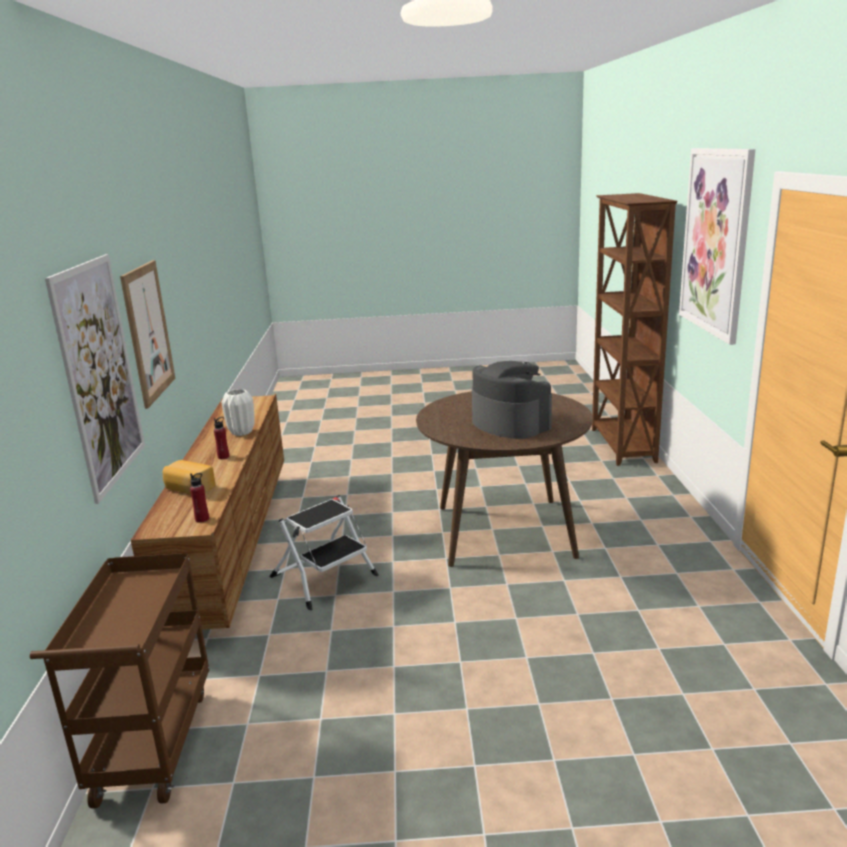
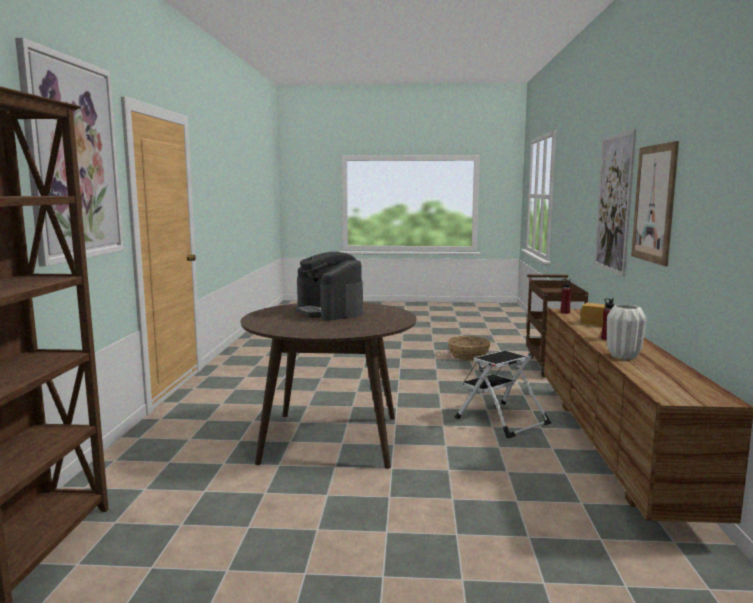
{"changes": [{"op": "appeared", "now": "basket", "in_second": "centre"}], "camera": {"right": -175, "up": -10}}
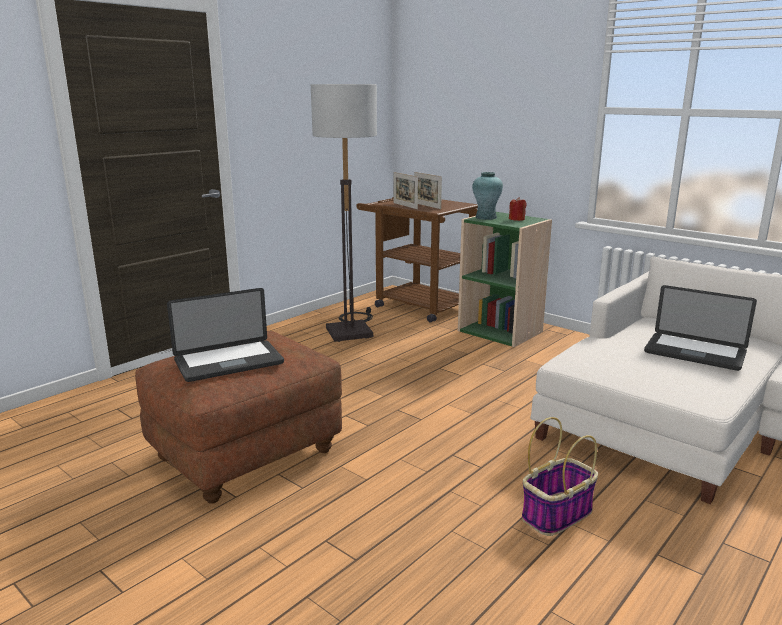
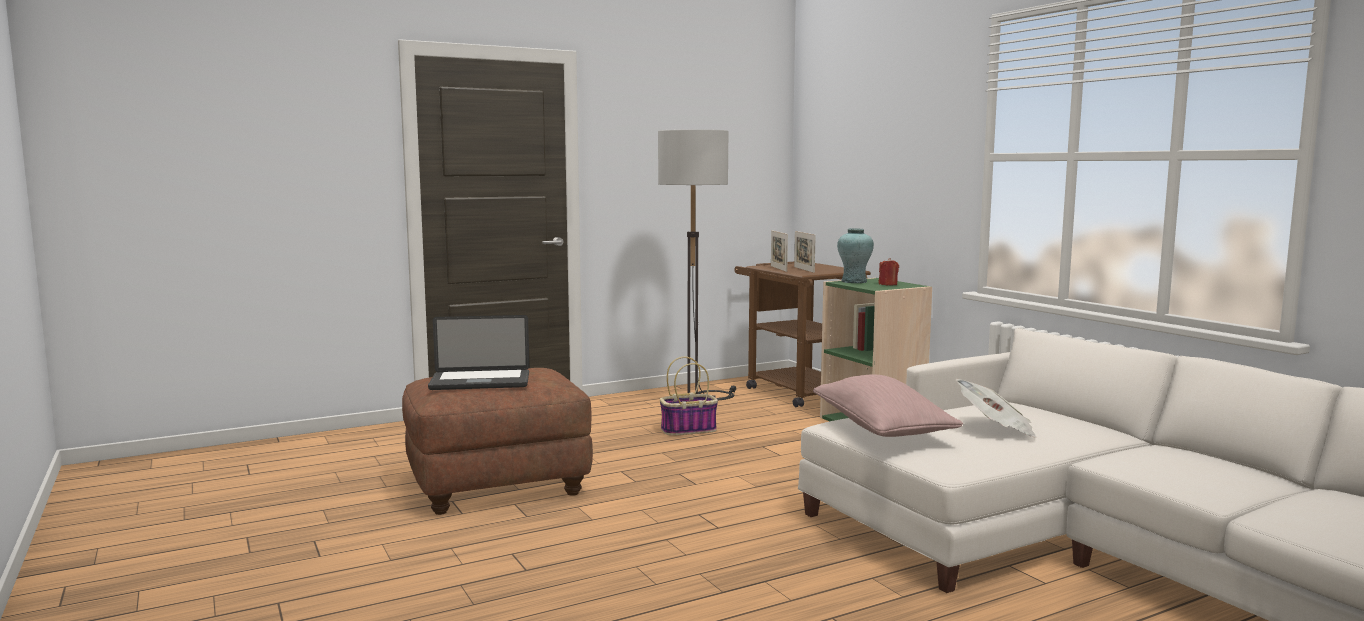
{"changes": [{"op": "relocated", "was": "basket", "in_first": "bottom right", "in_second": "centre"}, {"op": "appeared", "now": "pillow (pink)", "in_second": "centre"}, {"op": "exchanged", "was": "laptop (no. 2 from left)", "now": "newspaper", "in_first": "middle right", "in_second": "middle right"}], "camera": {"right": 20, "up": -10}}
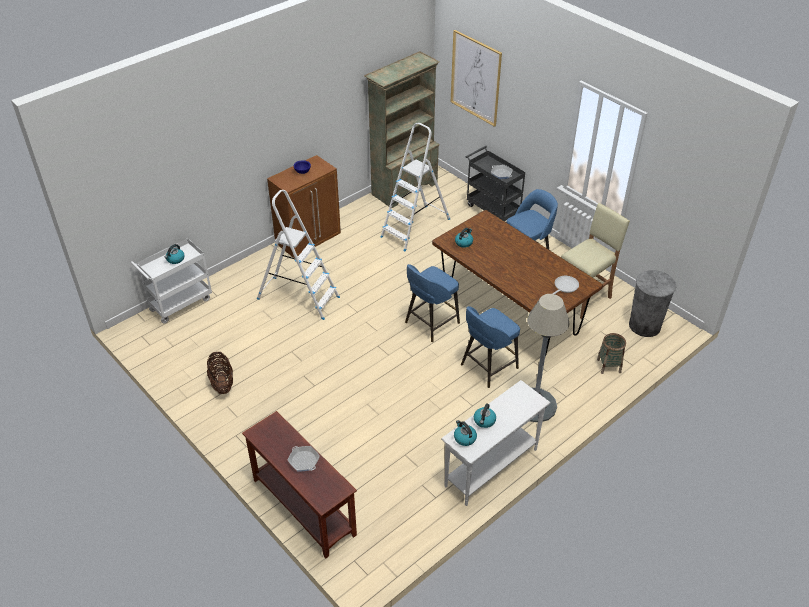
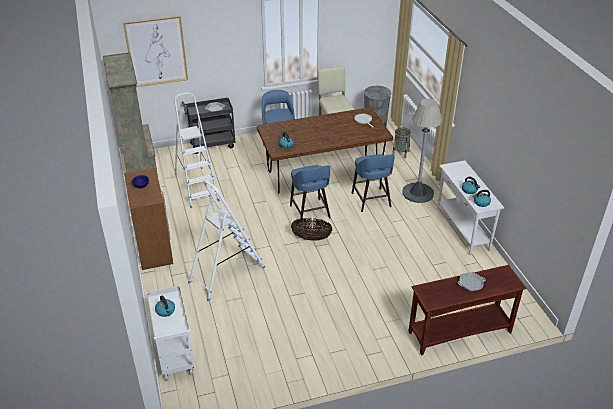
{"changes": [{"op": "relocated", "was": "basket (no. 1 from left)", "in_first": "middle left", "in_second": "centre"}], "camera": {"right": -65, "up": -5}}
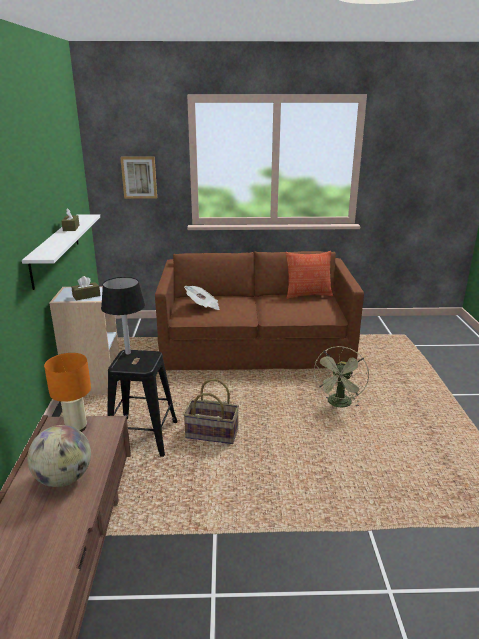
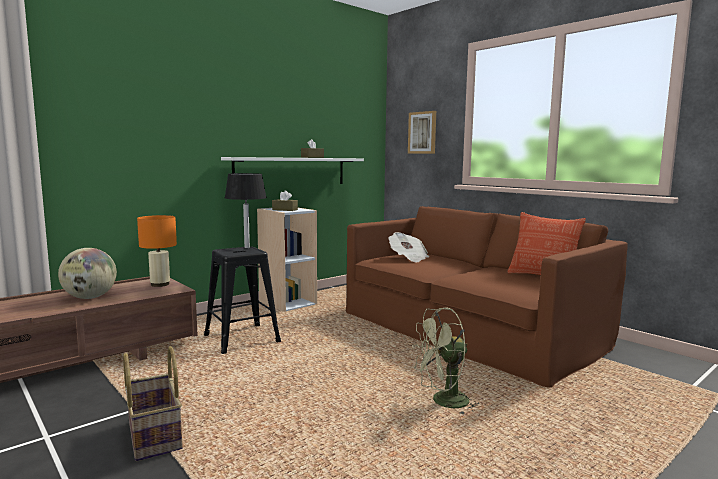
{"changes": [{"op": "relocated", "was": "basket", "in_first": "centre", "in_second": "bottom left"}], "camera": {"right": 50, "up": -15}}
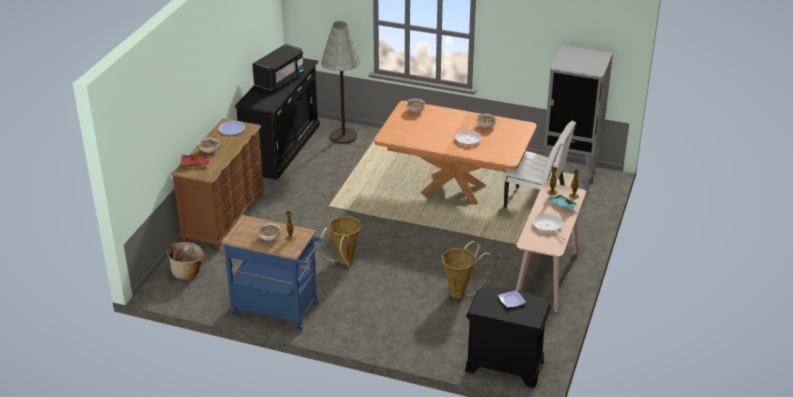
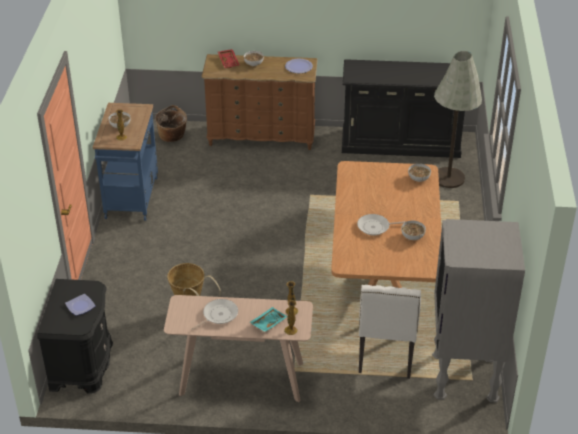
{"changes": [{"op": "missing", "was": "microwave (black)", "in_first": "top centre"}, {"op": "missing", "was": "basket (no. 2 from left)", "in_first": "centre"}], "camera": {"right": 75, "up": 5}}
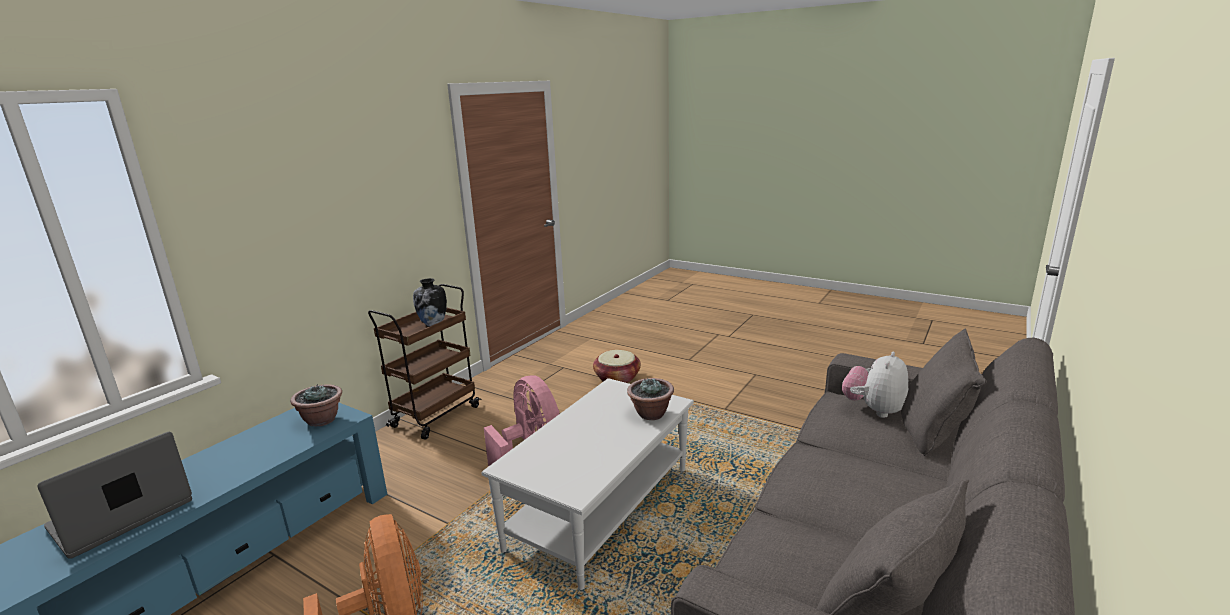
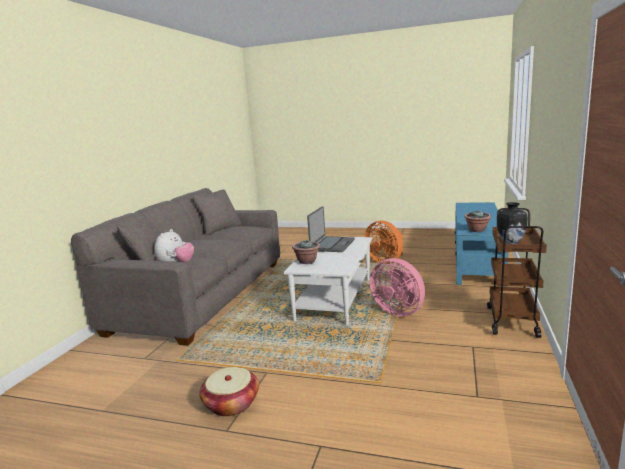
{"changes": [{"op": "relocated", "was": "basket", "in_first": "centre", "in_second": "bottom centre"}, {"op": "relocated", "was": "laptop", "in_first": "bottom left", "in_second": "centre"}], "camera": {"right": 165, "up": -5}}
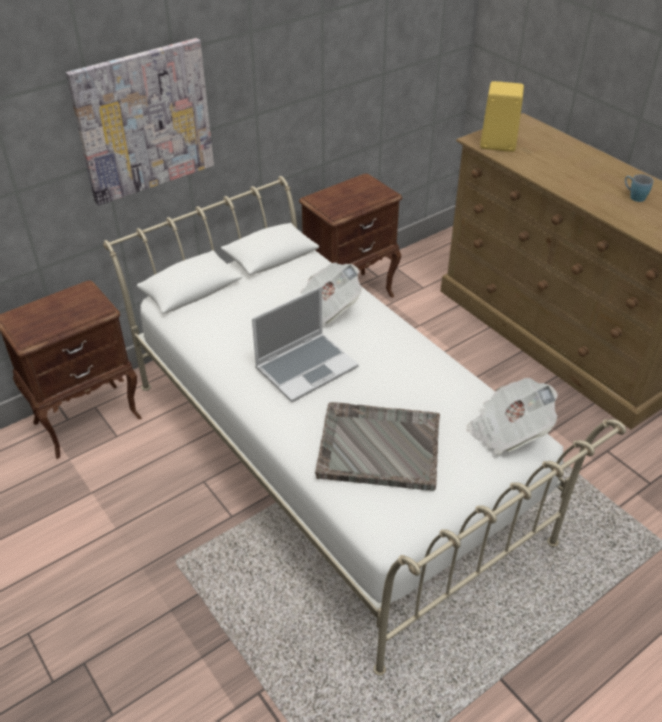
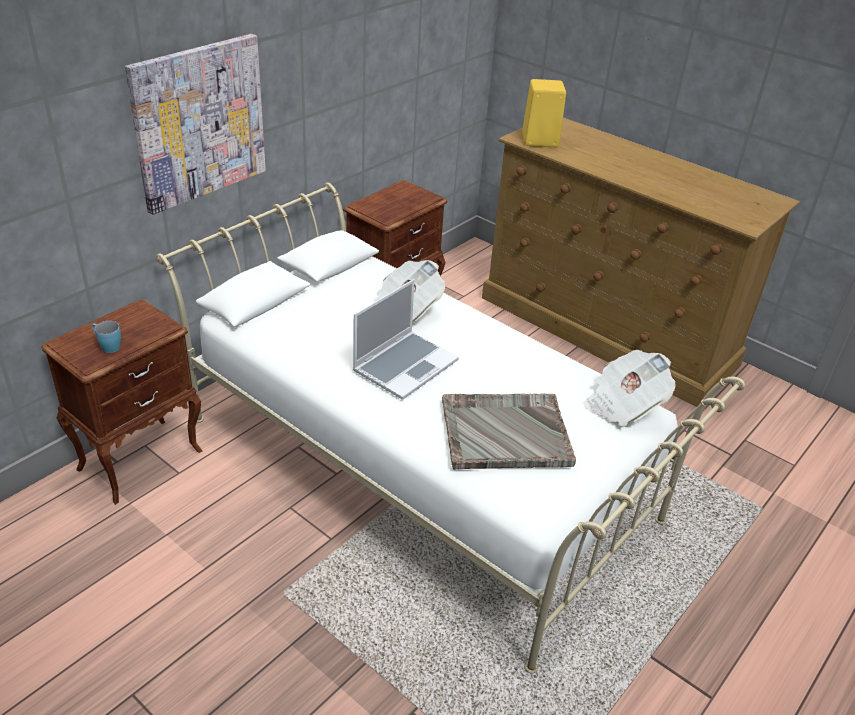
{"changes": [{"op": "relocated", "was": "mug (blue)", "in_first": "top right", "in_second": "middle left"}], "camera": {"right": -15, "up": -5}}
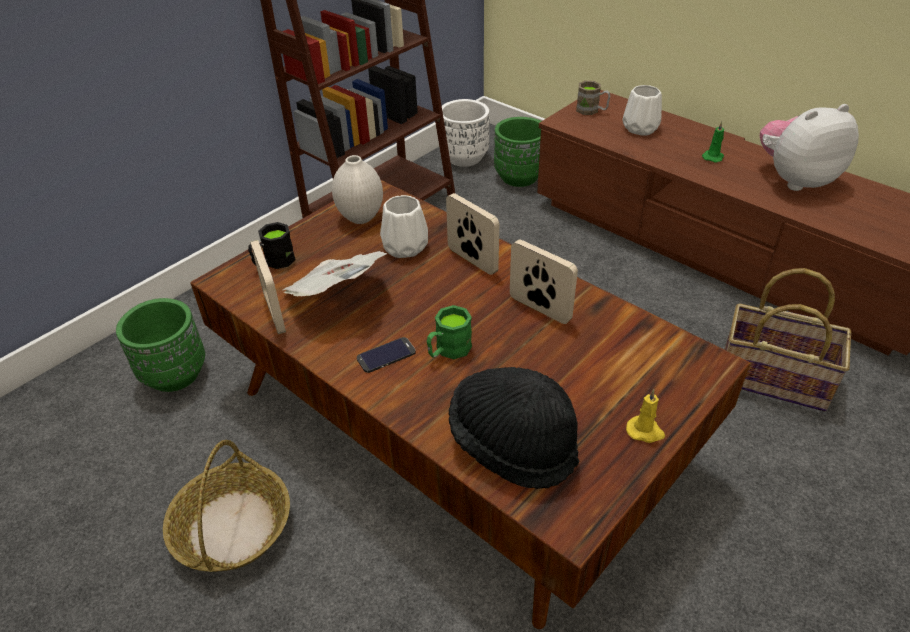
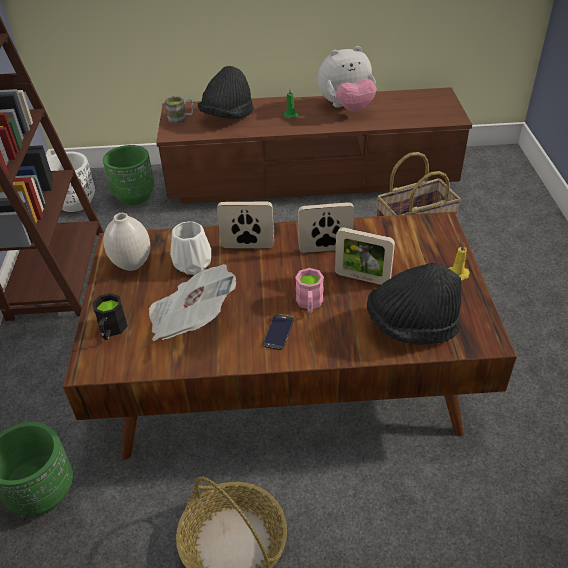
{"changes": [{"op": "exchanged", "was": "vase (white) (no. 3 from left)", "now": "hat (black) (no. 1 from left)", "in_first": "top right", "in_second": "top centre"}, {"op": "colour", "was": "mug (green)", "now": "mug (pink)", "in_first": "centre", "in_second": "centre"}, {"op": "spun", "was": "plush toy", "in_first": "top right", "in_second": "top centre", "clockwise": -135}, {"op": "relocated", "was": "picture frame (no. 1 from left in the first image)", "now": "picture frame (no. 3 from left)", "in_first": "middle left", "in_second": "centre"}], "camera": {"right": -45, "up": 0}}
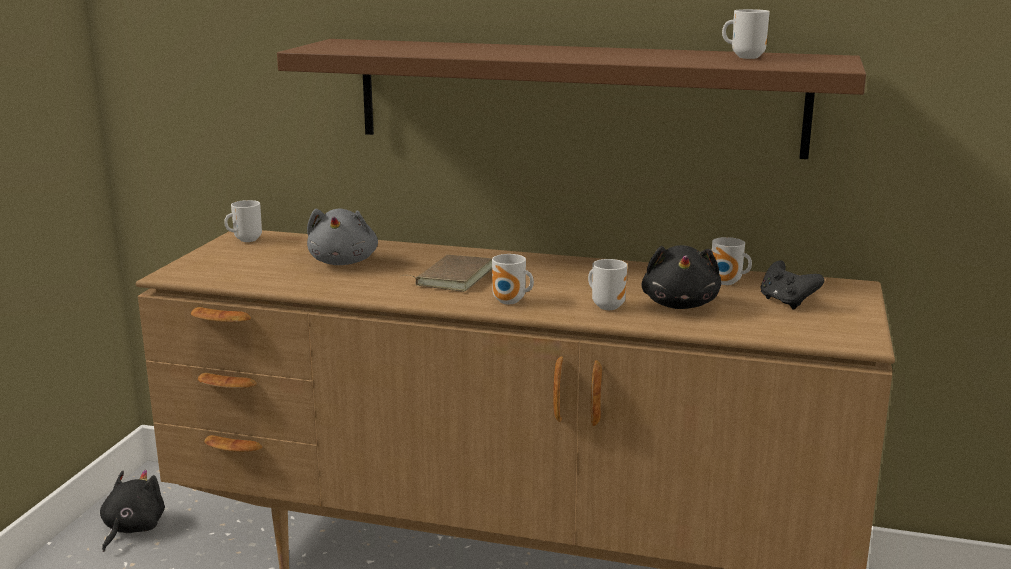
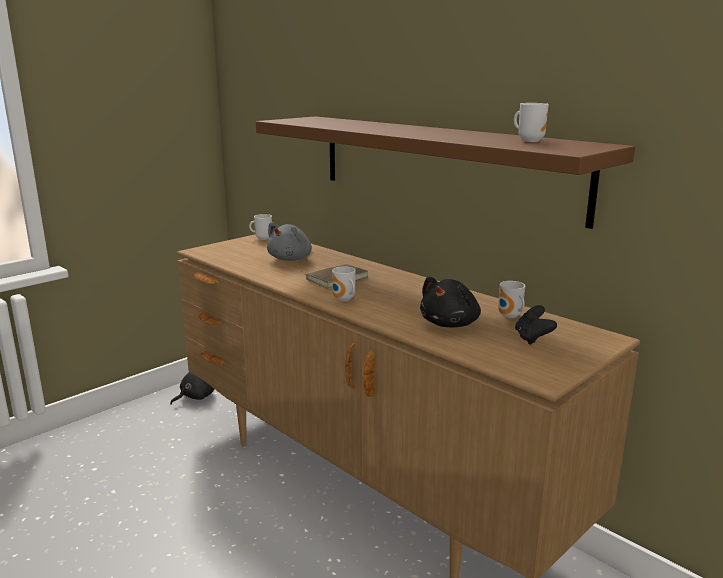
{"changes": [{"op": "missing", "was": "mug (no. 3 from left)", "in_first": "centre"}], "camera": {"right": 30, "up": 0}}
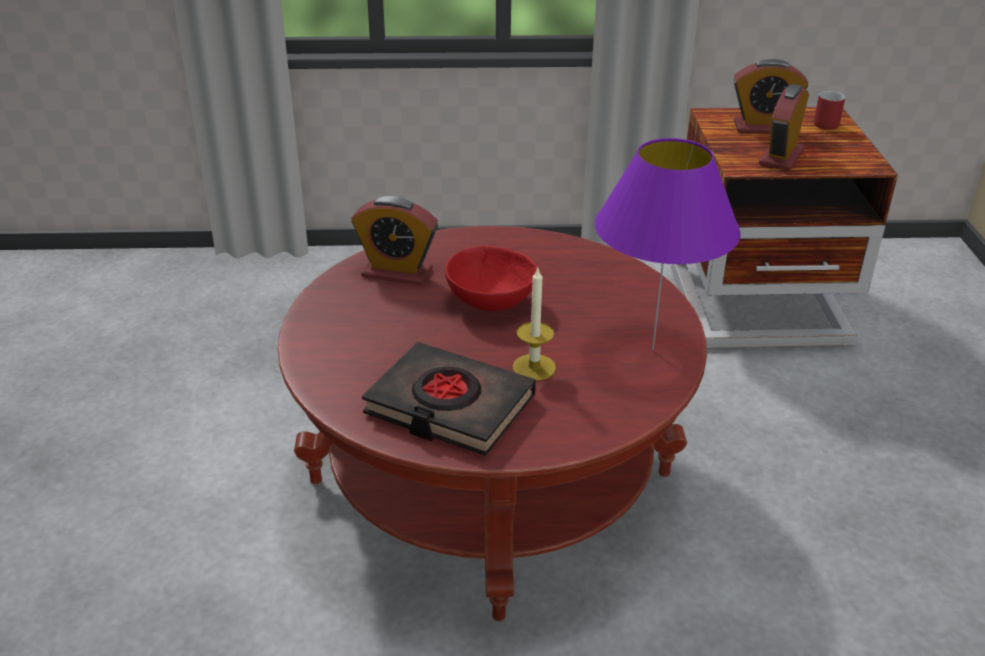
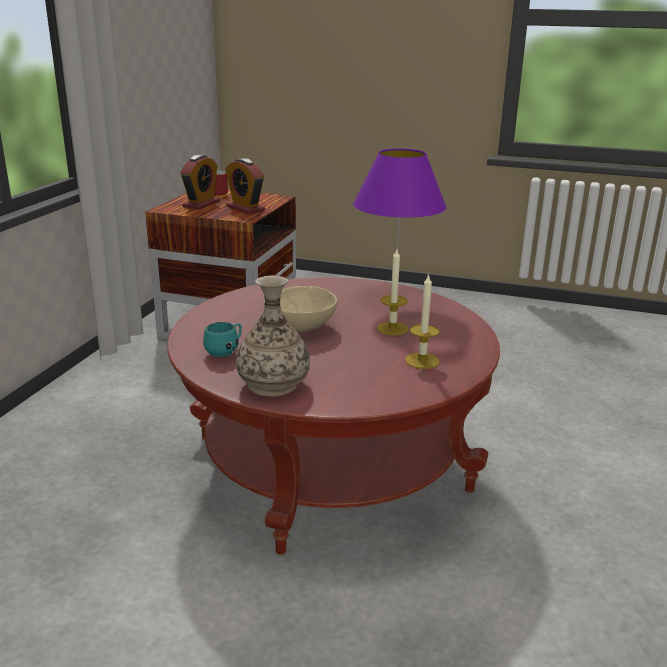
{"changes": [{"op": "exchanged", "was": "alarm clock (no. 1 from left)", "now": "mug (turquoise)", "in_first": "centre", "in_second": "middle left"}, {"op": "appeared", "now": "vase", "in_second": "centre"}, {"op": "colour", "was": "bowl (red)", "now": "bowl (beige)", "in_first": "centre", "in_second": "centre"}, {"op": "exchanged", "was": "book (black)", "now": "candle (no. 2 from left)", "in_first": "centre", "in_second": "centre"}], "camera": {"right": -70, "up": -10}}
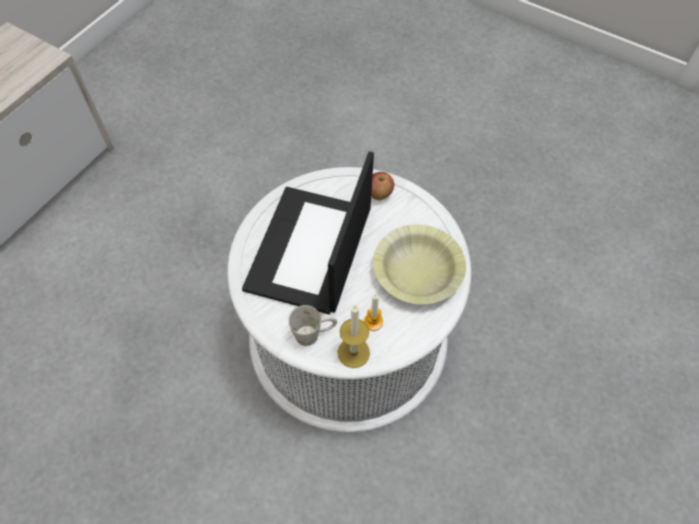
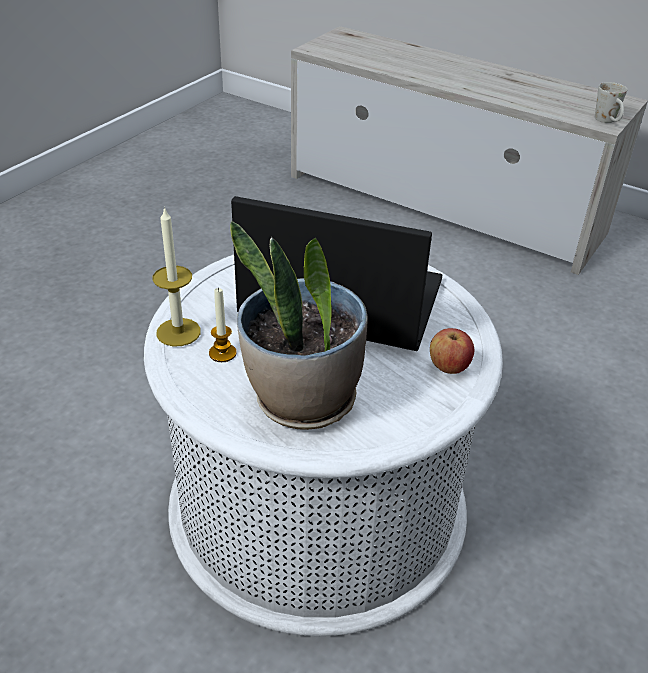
{"changes": [{"op": "exchanged", "was": "bowl (yellow)", "now": "potted plant", "in_first": "centre", "in_second": "centre"}, {"op": "relocated", "was": "mug (white)", "in_first": "centre", "in_second": "top right"}], "camera": {"right": 90, "up": -20}}
